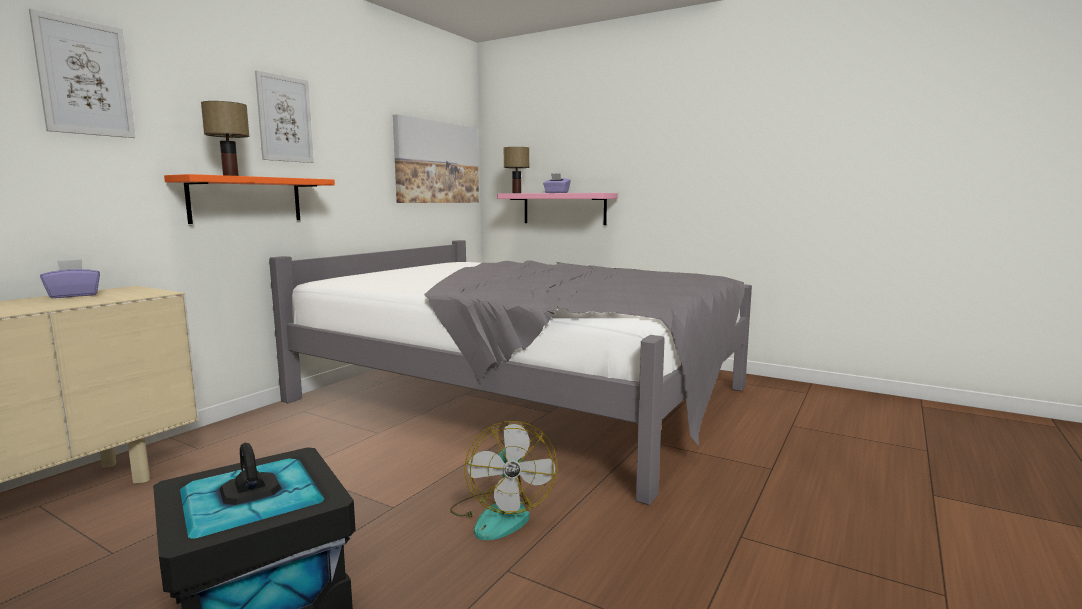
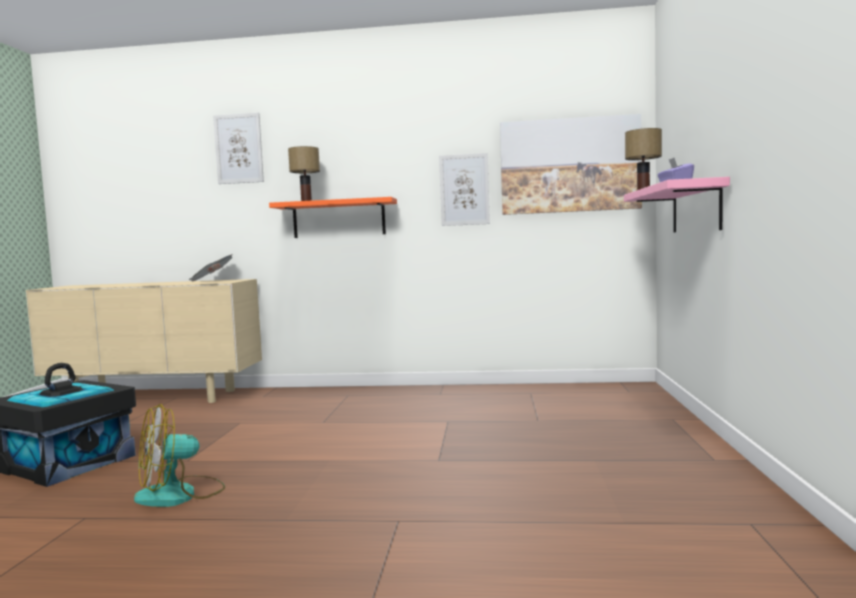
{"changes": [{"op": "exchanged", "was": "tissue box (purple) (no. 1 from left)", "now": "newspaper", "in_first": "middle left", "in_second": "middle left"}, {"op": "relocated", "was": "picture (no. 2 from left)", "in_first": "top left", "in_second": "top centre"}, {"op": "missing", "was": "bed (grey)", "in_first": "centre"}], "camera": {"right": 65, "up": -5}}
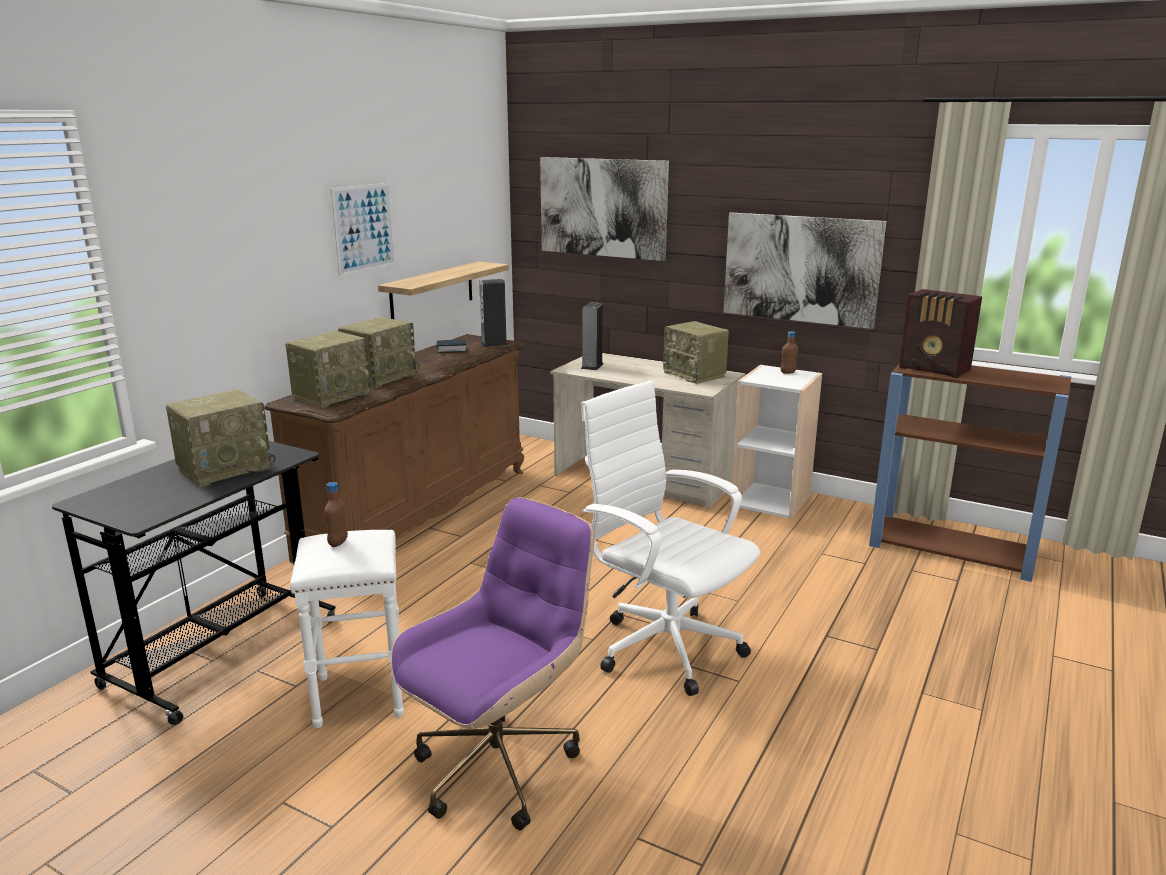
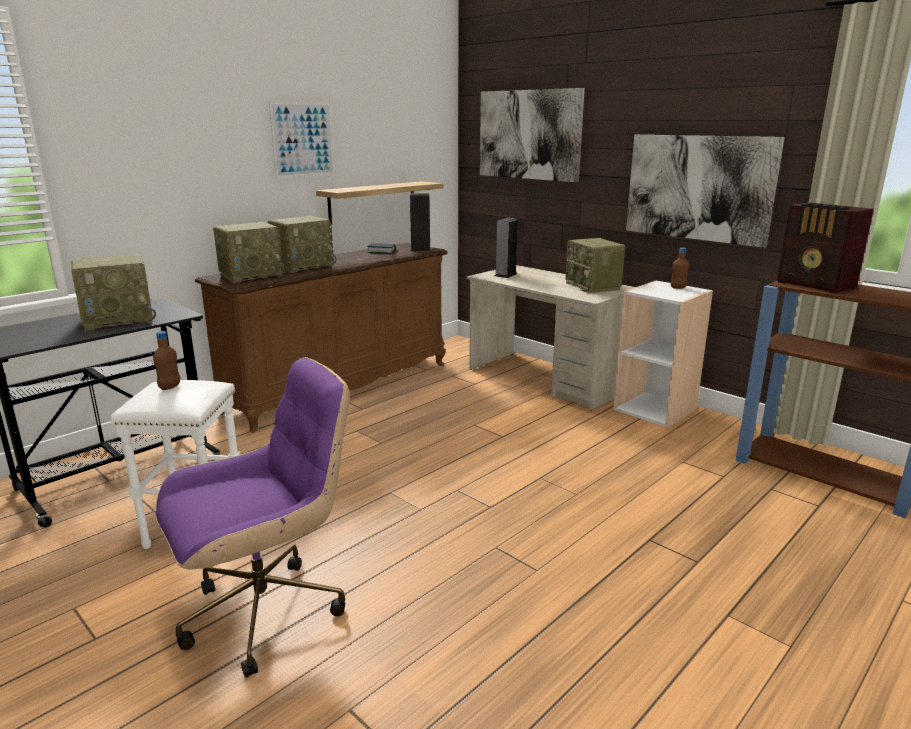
{"changes": [{"op": "missing", "was": "office chair (white)", "in_first": "centre"}], "camera": {"right": 15, "up": 0}}
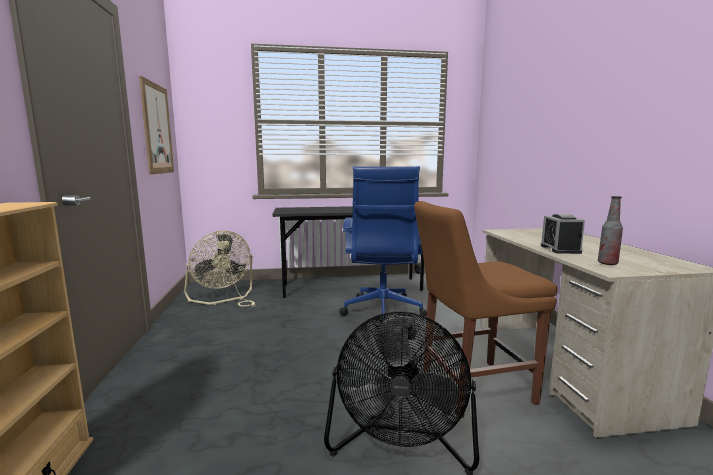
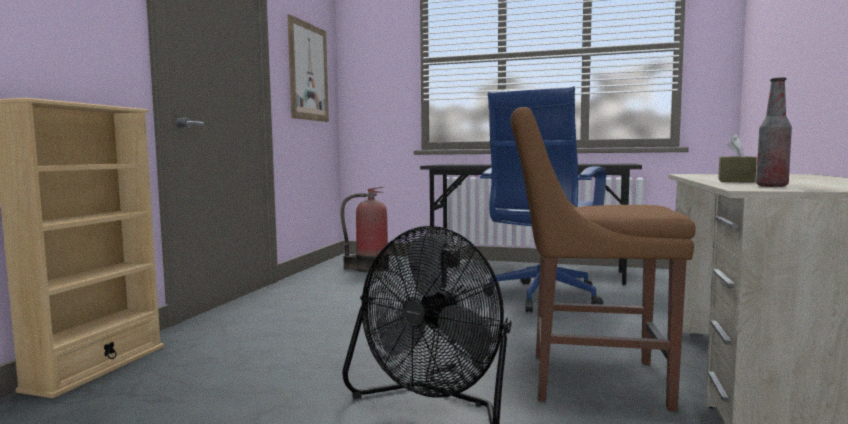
{"changes": [{"op": "exchanged", "was": "fan (beige)", "now": "fire extinguisher", "in_first": "middle left", "in_second": "centre"}, {"op": "exchanged", "was": "alarm clock", "now": "tissue box (brown)", "in_first": "middle right", "in_second": "middle right"}], "camera": {"right": 25, "up": -5}}
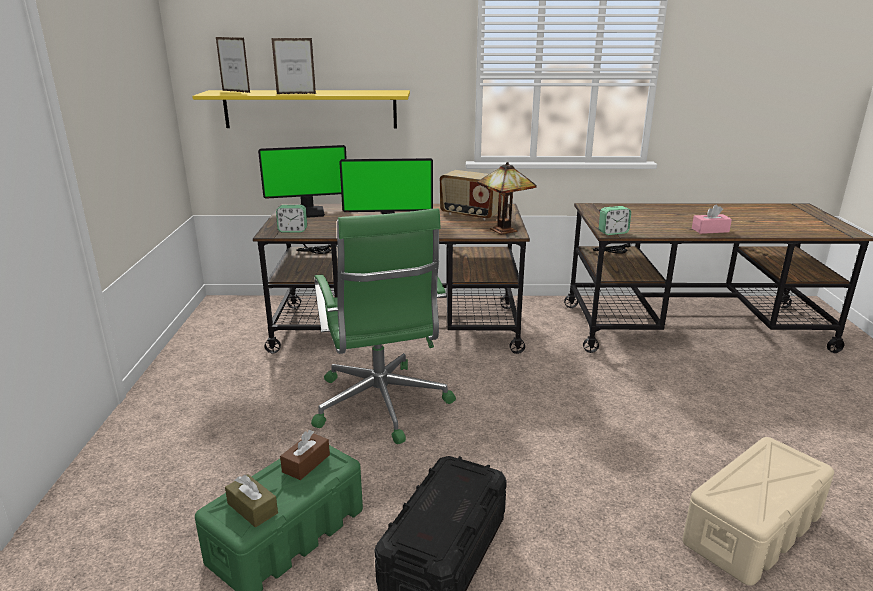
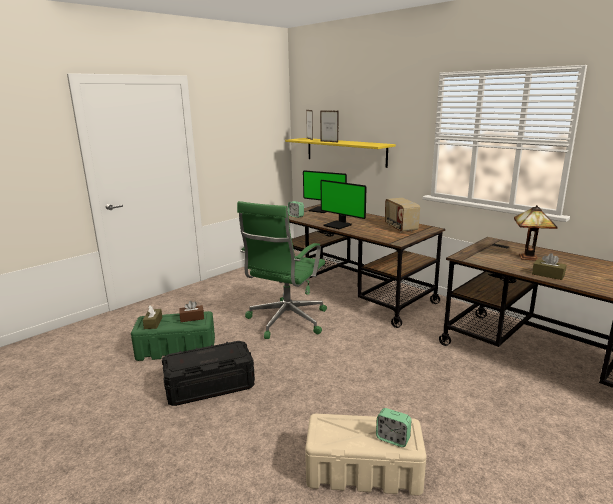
{"changes": [{"op": "relocated", "was": "alarm clock (no. 2 from left)", "in_first": "middle right", "in_second": "bottom centre"}, {"op": "relocated", "was": "table lamp", "in_first": "centre", "in_second": "middle right"}, {"op": "colour", "was": "tissue box (pink)", "now": "tissue box (brown) (no. 3 from left)", "in_first": "middle right", "in_second": "middle right"}], "camera": {"right": 45, "up": -5}}
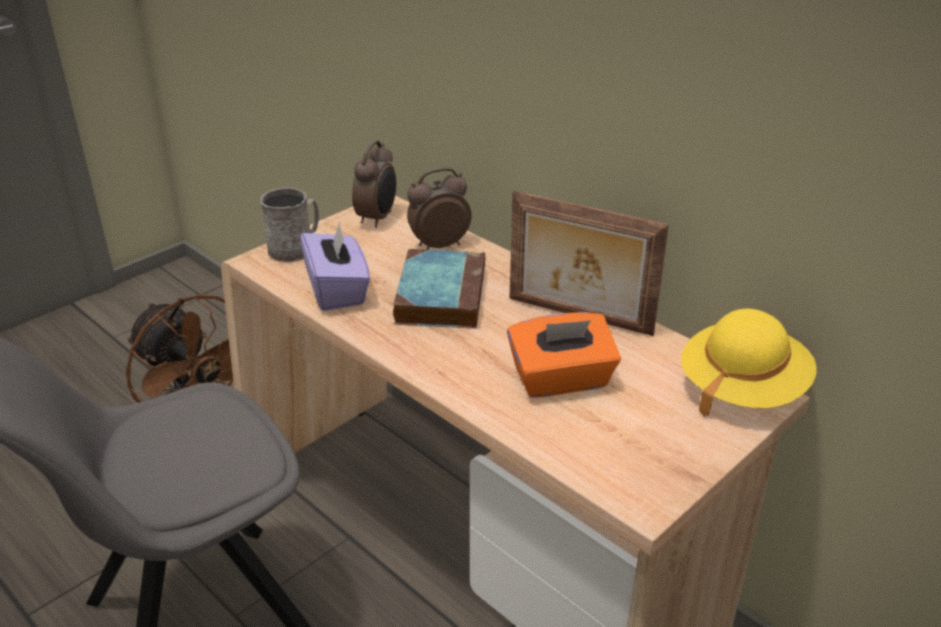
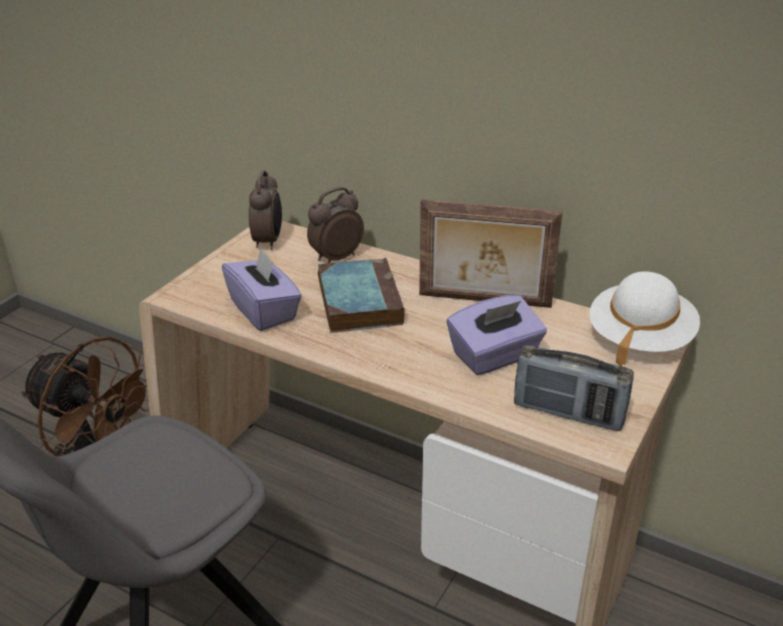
{"changes": [{"op": "colour", "was": "tissue box (orange)", "now": "tissue box (purple) (no. 2 from left)", "in_first": "centre", "in_second": "centre"}, {"op": "appeared", "now": "radio", "in_second": "middle right"}, {"op": "colour", "was": "hat (yellow)", "now": "hat (white)", "in_first": "middle right", "in_second": "middle right"}, {"op": "missing", "was": "mug (grey)", "in_first": "middle left"}], "camera": {"right": -15, "up": 0}}
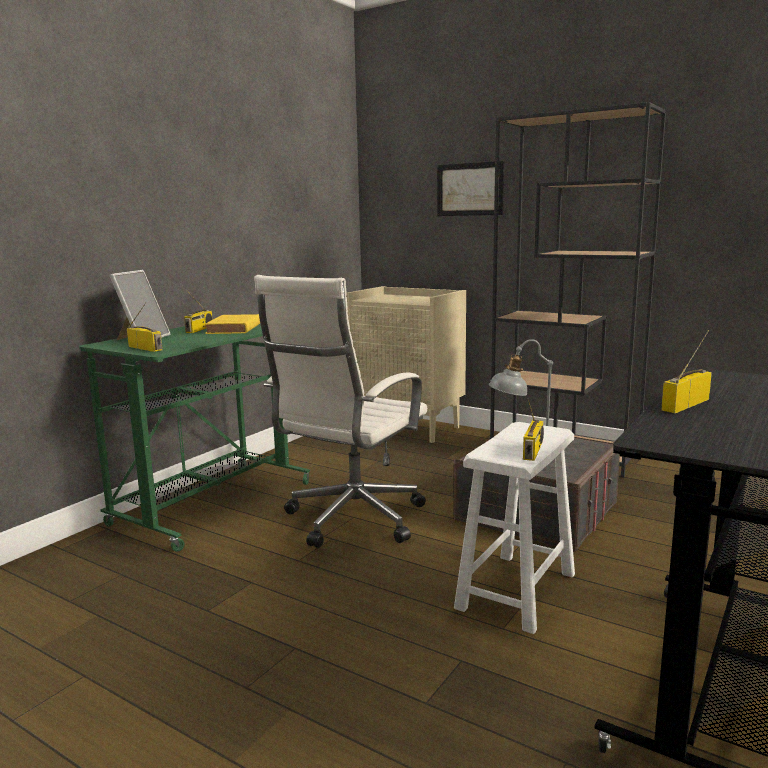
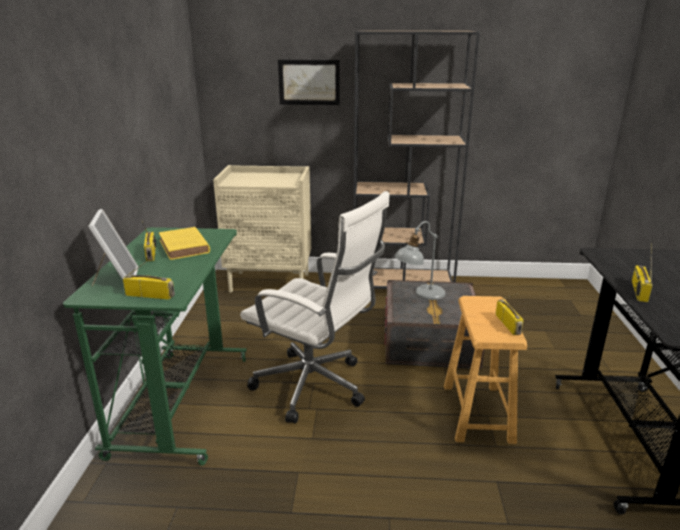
{"changes": [{"op": "spun", "was": "office chair (white)", "in_first": "centre", "in_second": "centre", "clockwise": -60}, {"op": "colour", "was": "stool (white)", "now": "stool (brown)", "in_first": "bottom right", "in_second": "bottom right"}], "camera": {"right": -30, "up": 10}}
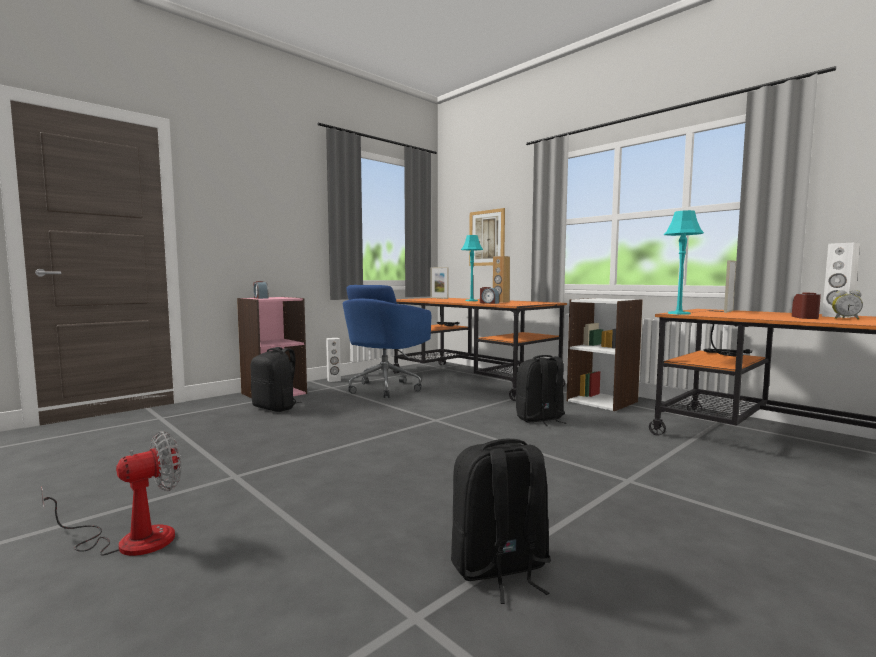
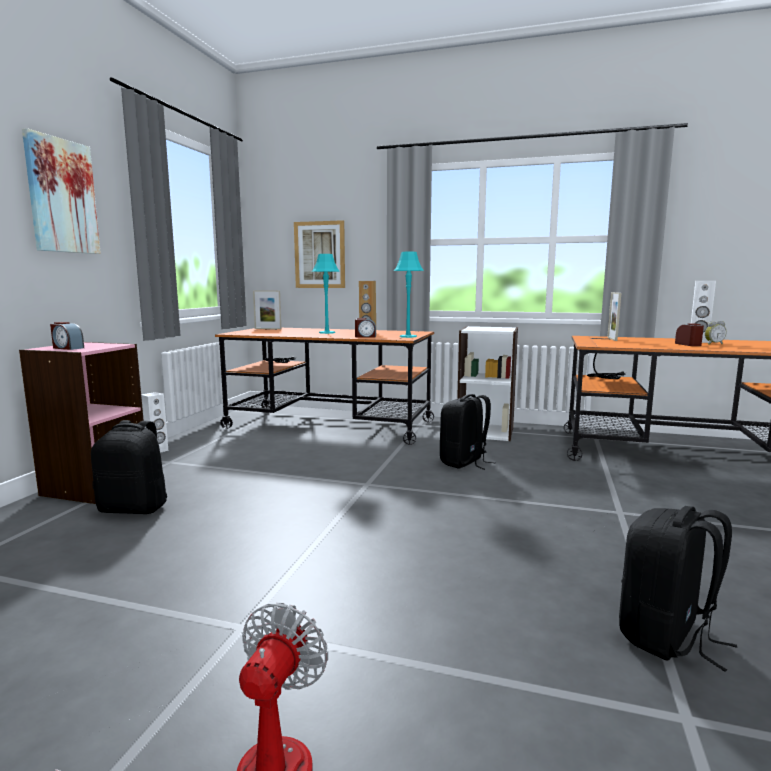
{"changes": [{"op": "appeared", "now": "picture (no. 1 from left)", "in_second": "top left"}, {"op": "relocated", "was": "table lamp (turquoise) (no. 2 from left)", "in_first": "middle right", "in_second": "centre"}, {"op": "missing", "was": "office chair (blue)", "in_first": "centre"}], "camera": {"right": -30, "up": 5}}
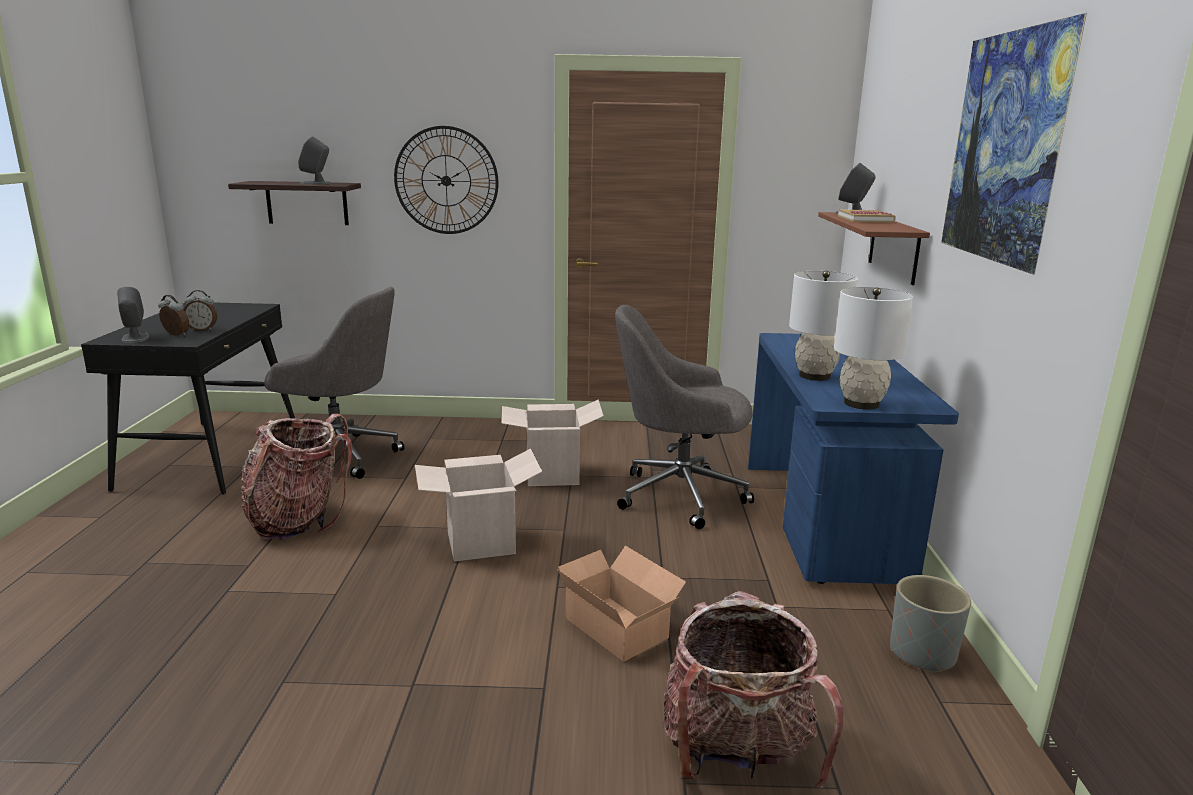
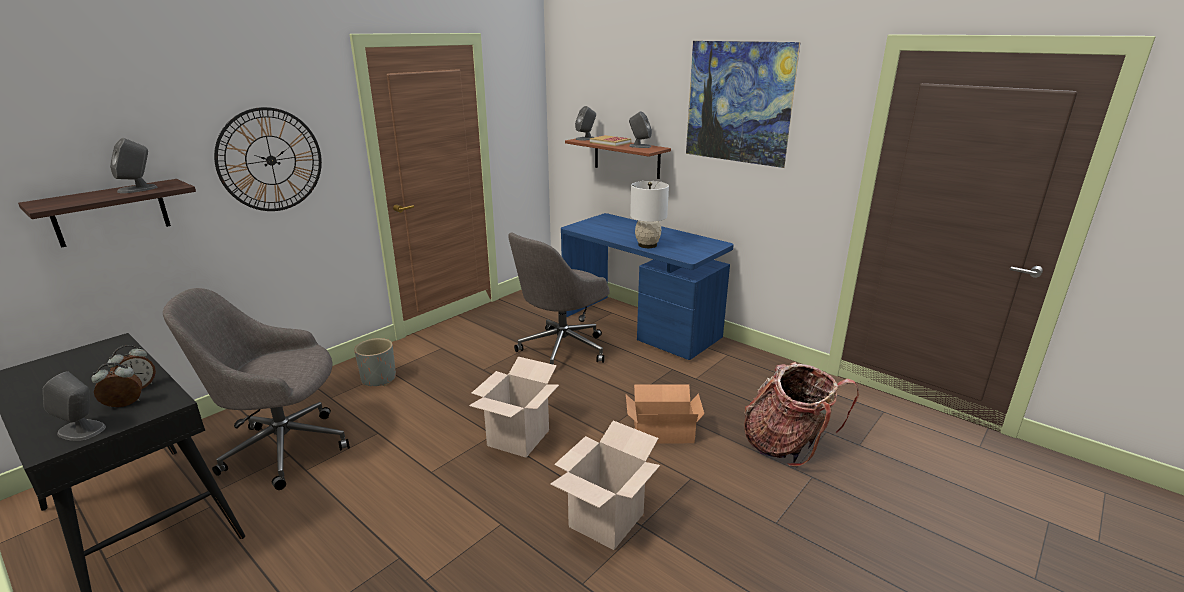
{"changes": [{"op": "spun", "was": "office chair (grey) (no. 1 from left)", "in_first": "middle left", "in_second": "middle left", "clockwise": -150}, {"op": "relocated", "was": "planter (grey)", "in_first": "bottom right", "in_second": "middle left"}, {"op": "relocated", "was": "cardboard box (no. 2 from left)", "in_first": "centre", "in_second": "bottom centre"}, {"op": "appeared", "now": "speaker (grey) (no. 4 from left)", "in_second": "top centre"}, {"op": "missing", "was": "backpack (no. 1 from left)", "in_first": "middle left"}, {"op": "missing", "was": "table lamp (white) (no. 2 from left)", "in_first": "middle right"}], "camera": {"right": -50, "up": 5}}
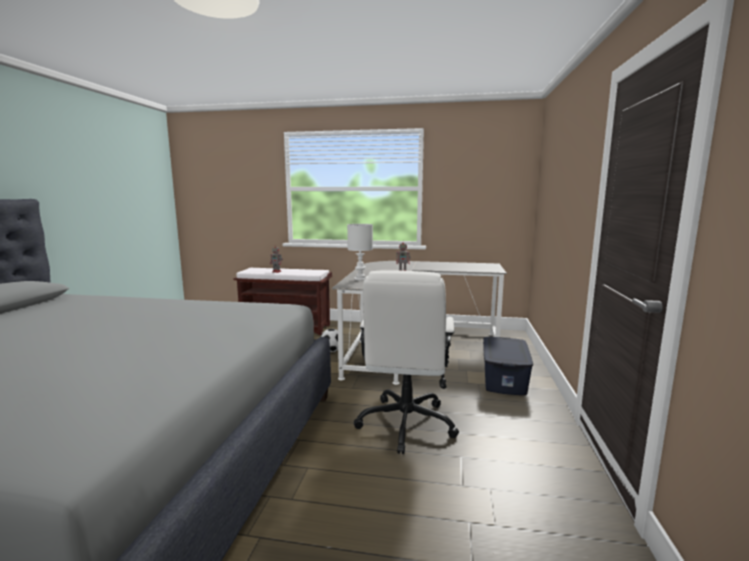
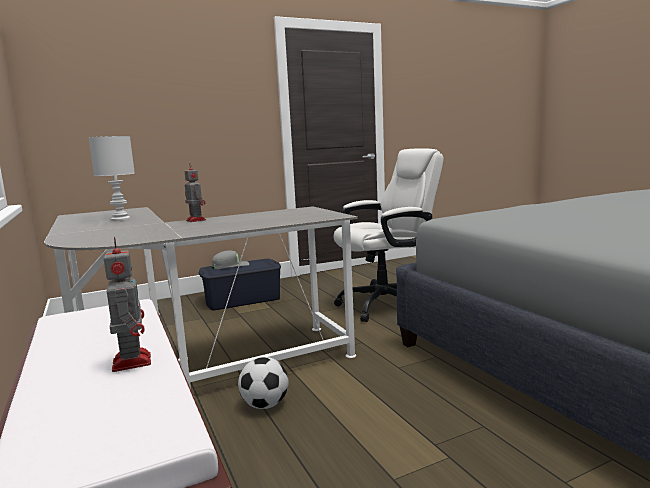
{"changes": [{"op": "relocated", "was": "table lamp (white)", "in_first": "centre", "in_second": "middle left"}, {"op": "appeared", "now": "cap (grey)", "in_second": "centre"}], "camera": {"right": -125, "up": 0}}
